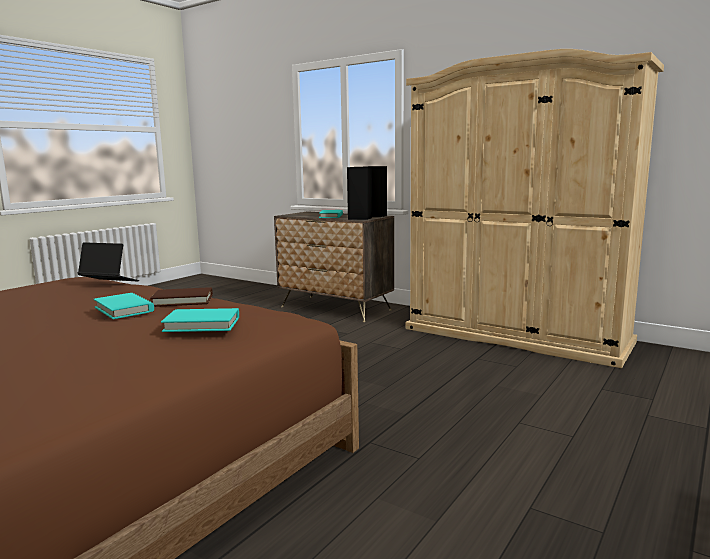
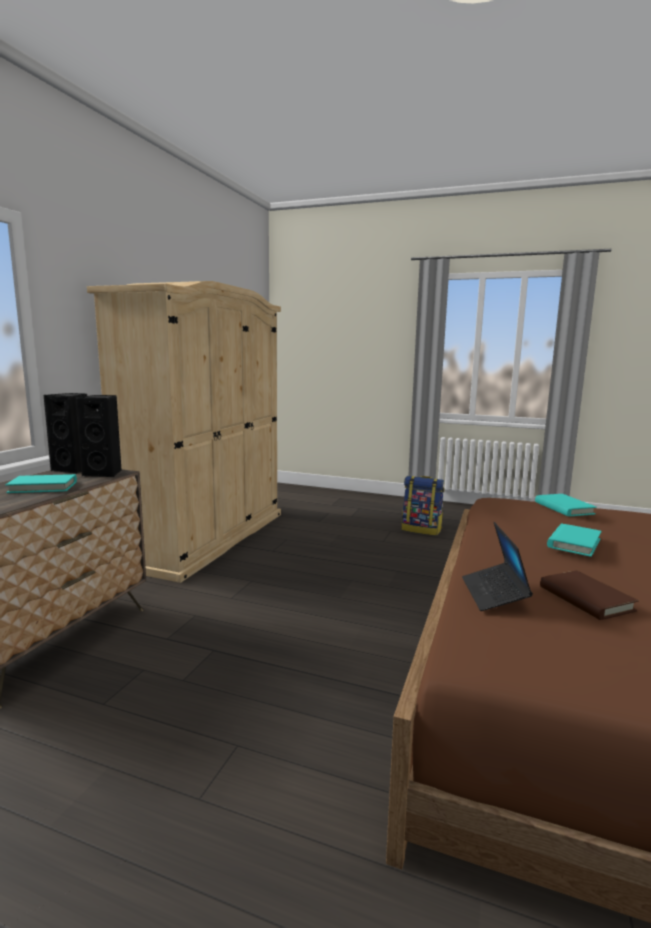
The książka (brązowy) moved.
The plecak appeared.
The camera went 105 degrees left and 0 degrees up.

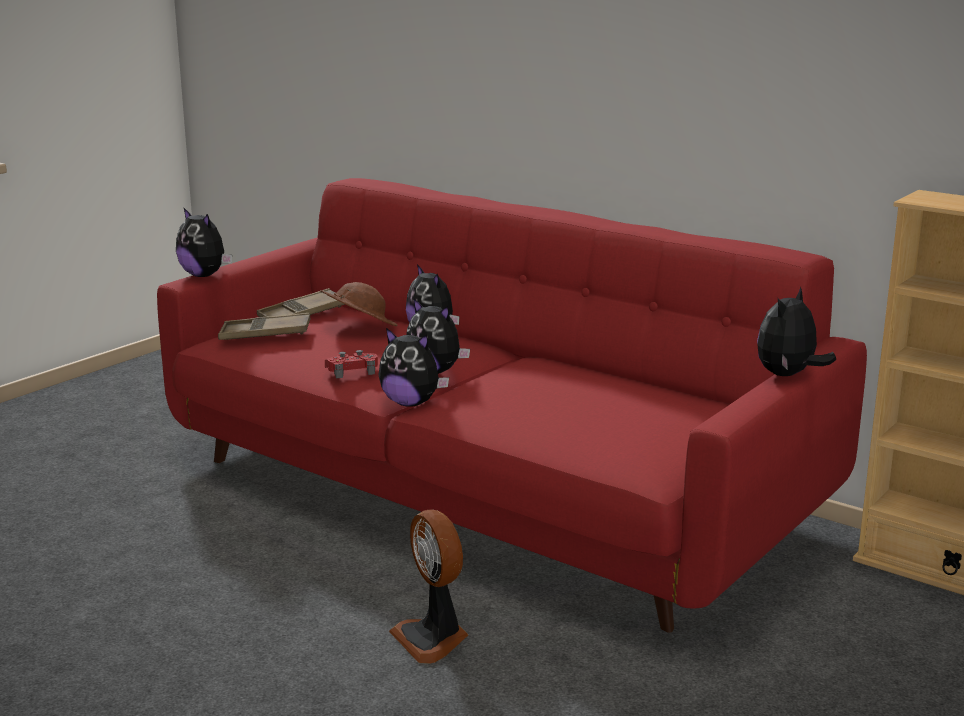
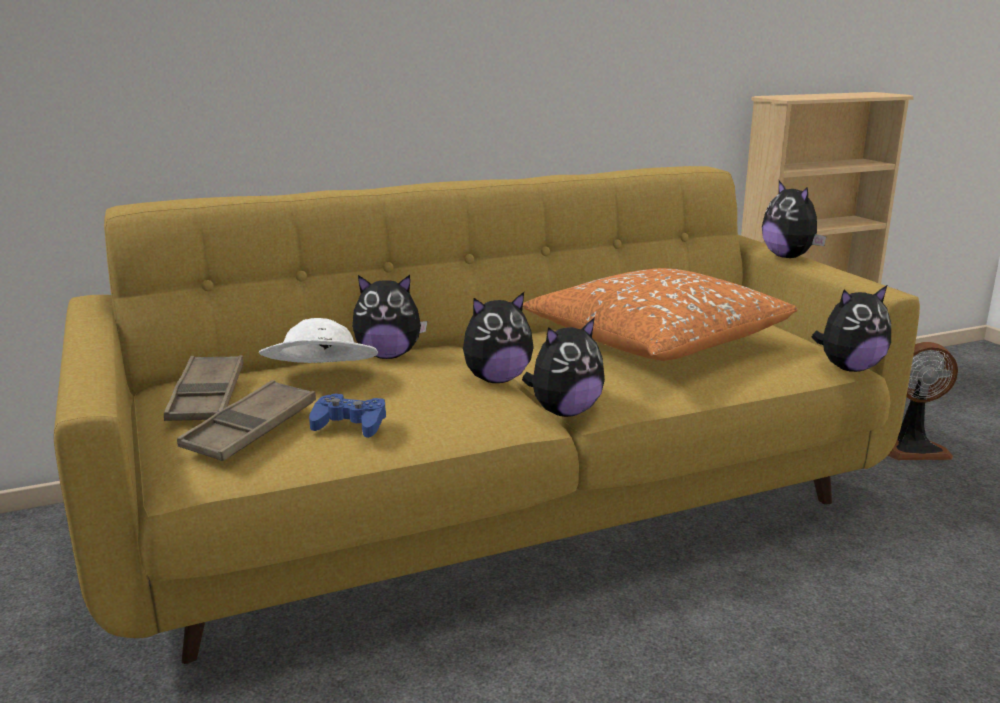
The kanapa (czerwony) became the kanapa (żółty).
The pluszak (no. 1 from left in the first image) moved.
The kapelusz (brązowy) became the kapelusz (biały).
The pad do gier (czerwony) disappeared.
The wentylator moved.
The pad do gier (niebieski) appeared.
The poduszka (pomarańczowy) appeared.
The camera went 60 degrees left and 0 degrees up.

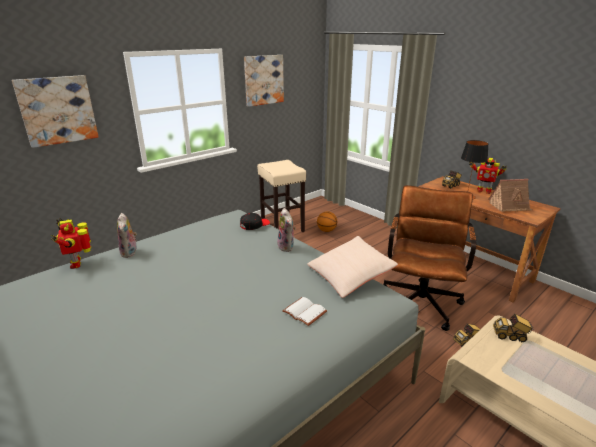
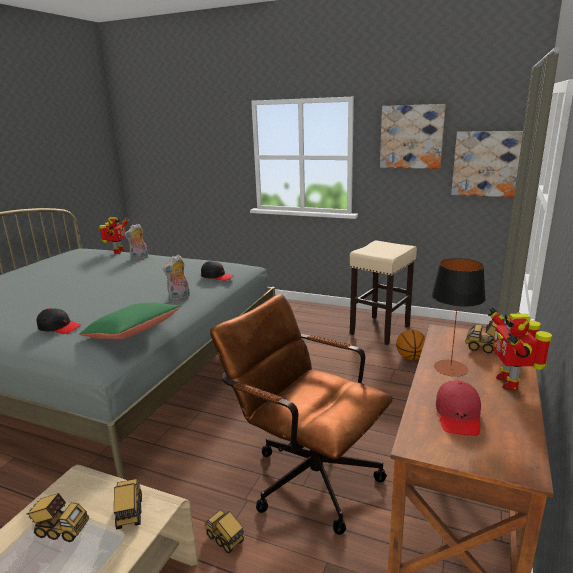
The obraz (no. 1 from left in the first image) moved.
The robot zabawkowy (no. 1 from left) turned 150 degrees clockwise.
The książka (biały) was replaced by the czapka z daszkiem (czarny) (no. 1 from left).
The poduszka (beżowy) became the poduszka (zielony).
The krzesło biurowe (brązowy) turned 135 degrees counterclockwise.
The domek was replaced by the czapka z daszkiem (czerwony).
The ciężarówka zabawkowa (no. 1 from left) appeared.
The camera went 65 degrees right and 5 degrees down.

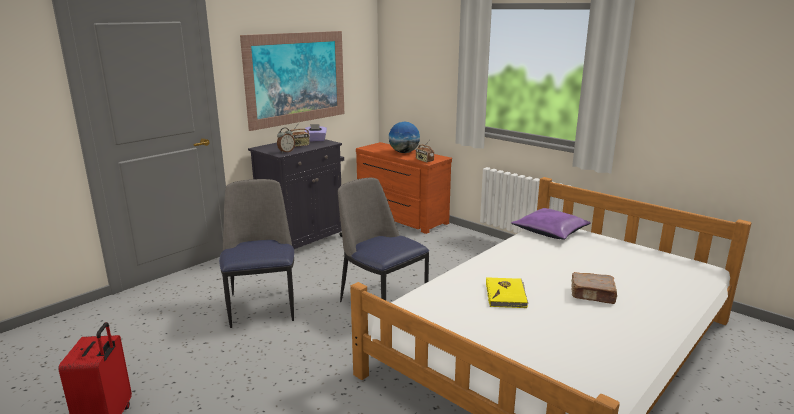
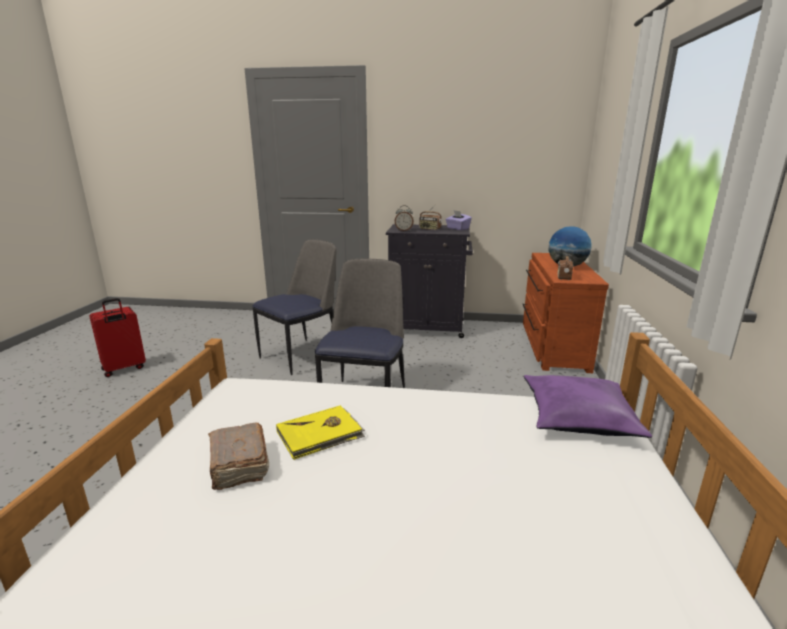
The obraz disappeared.
The książka (brązowy) moved.
The camera went 55 degrees right and 0 degrees up.

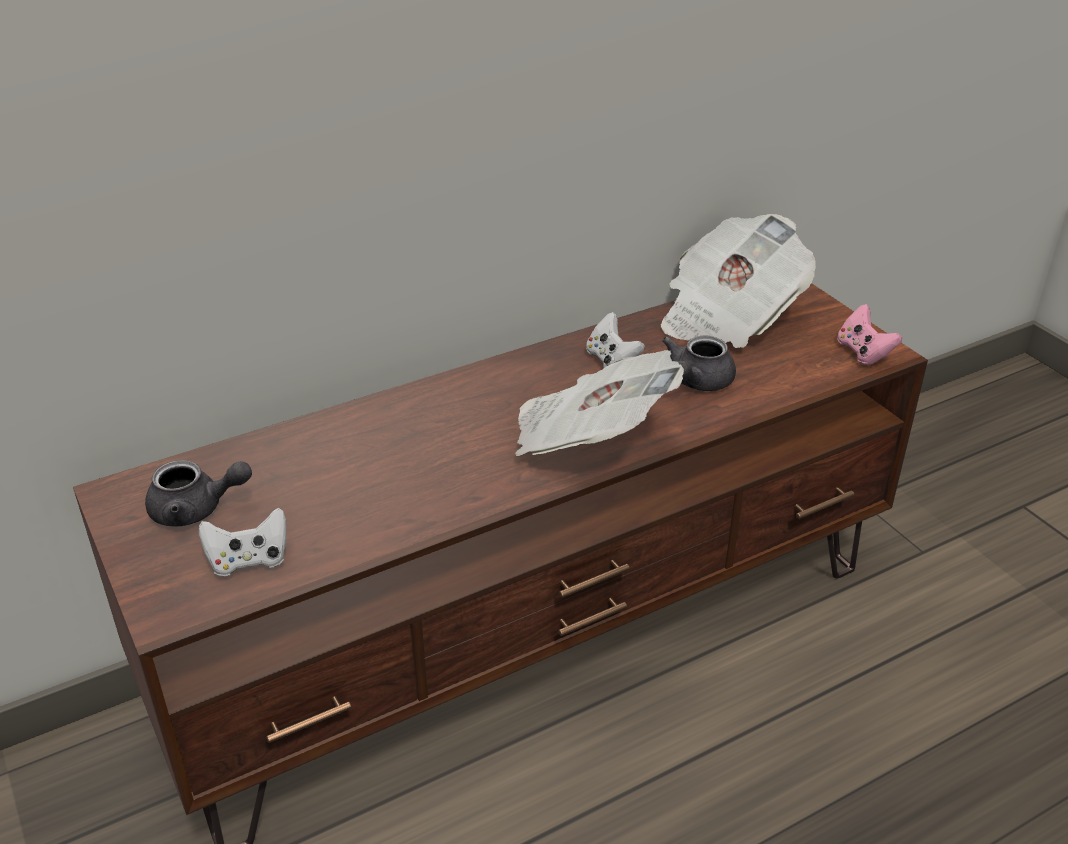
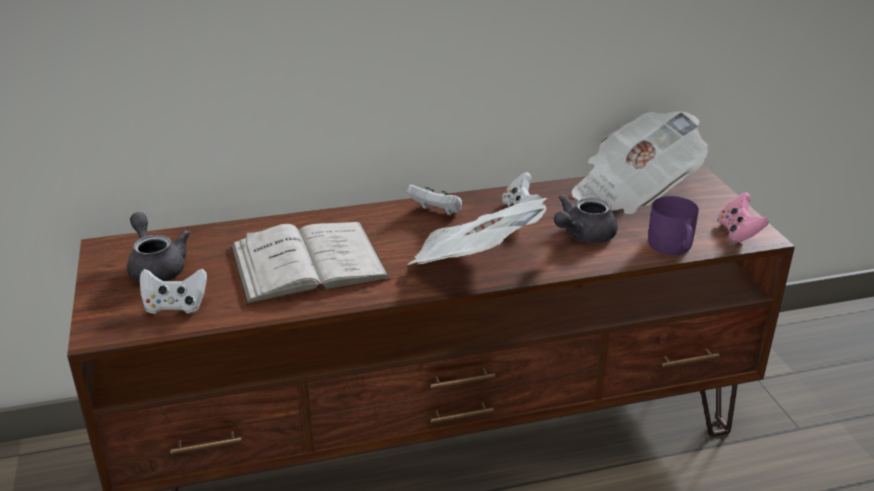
The imbryk (szary) (no. 1 from left) turned 135 degrees counterclockwise.
The książka (biały) appeared.
The pad do gier (biały) (no. 2 from left) appeared.
The kubek (fioletowy) appeared.
The camera went 15 degrees right and 5 degrees down.

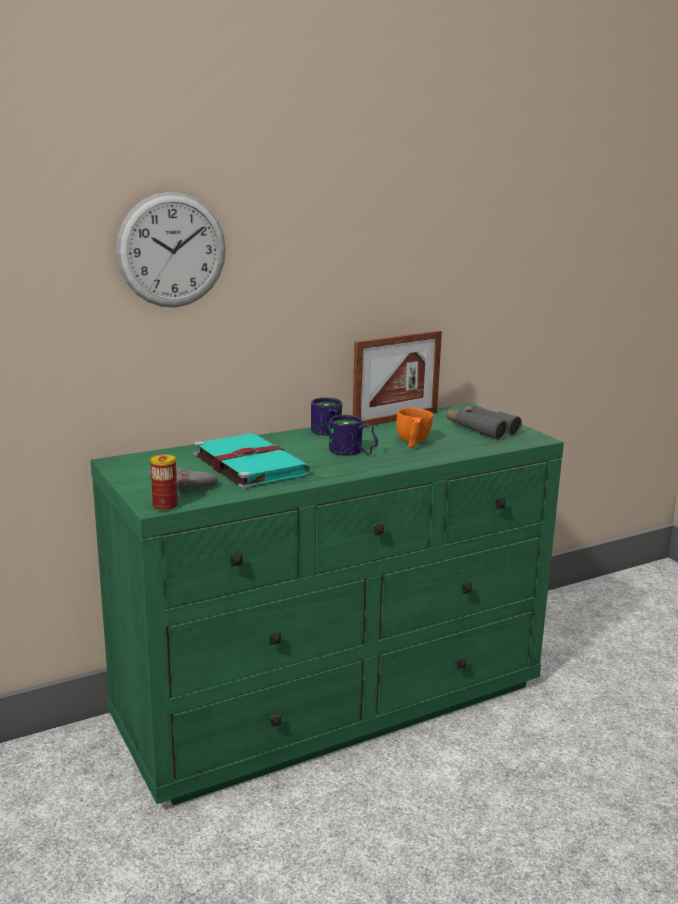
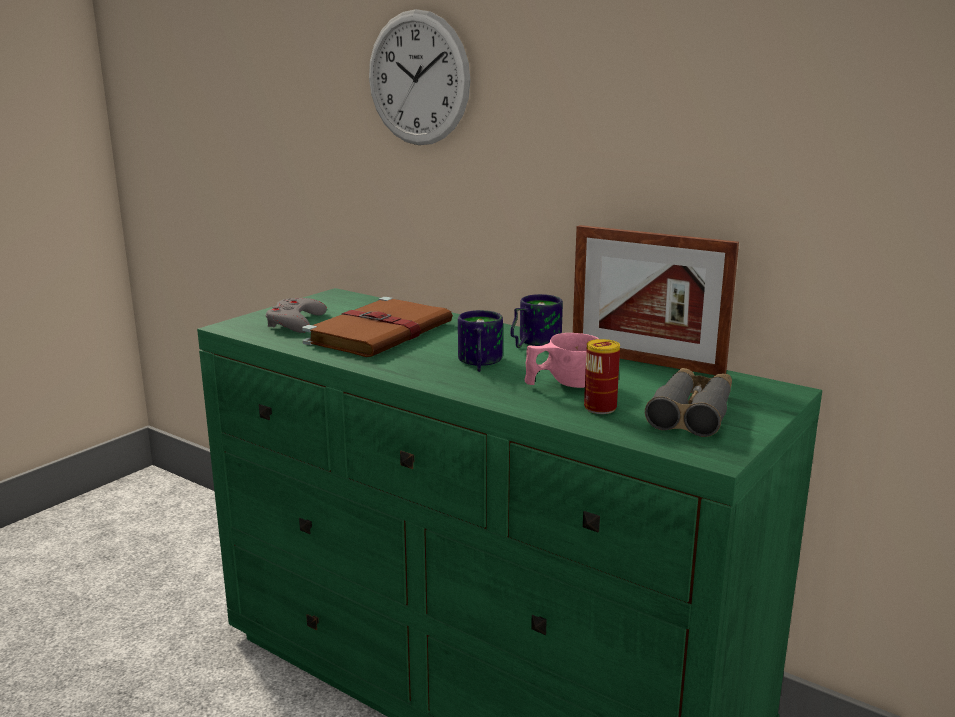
The puszka moved.
The książka (turkusowy) became the książka (brązowy).
The filiżanka (pomarańczowy) became the filiżanka (różowy).
The camera went 65 degrees right and 0 degrees up.

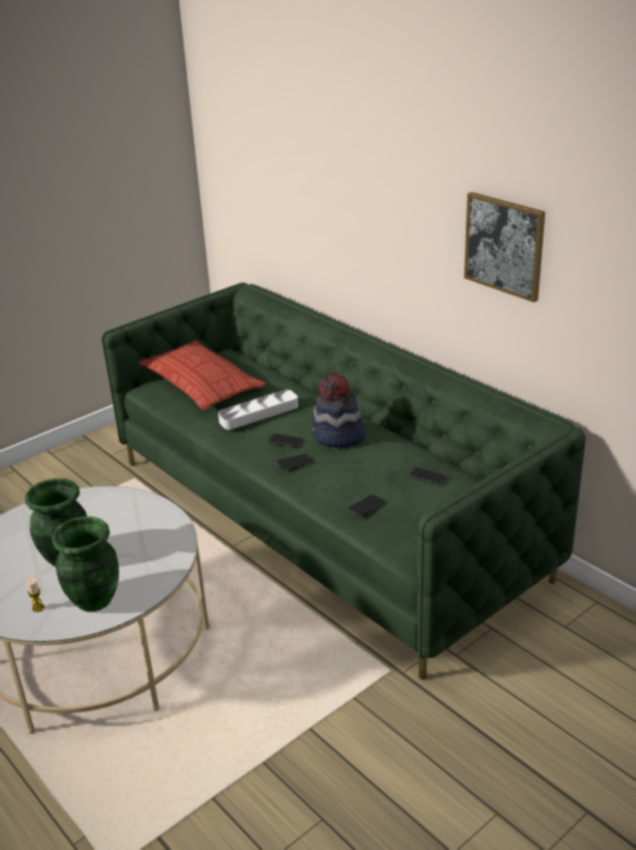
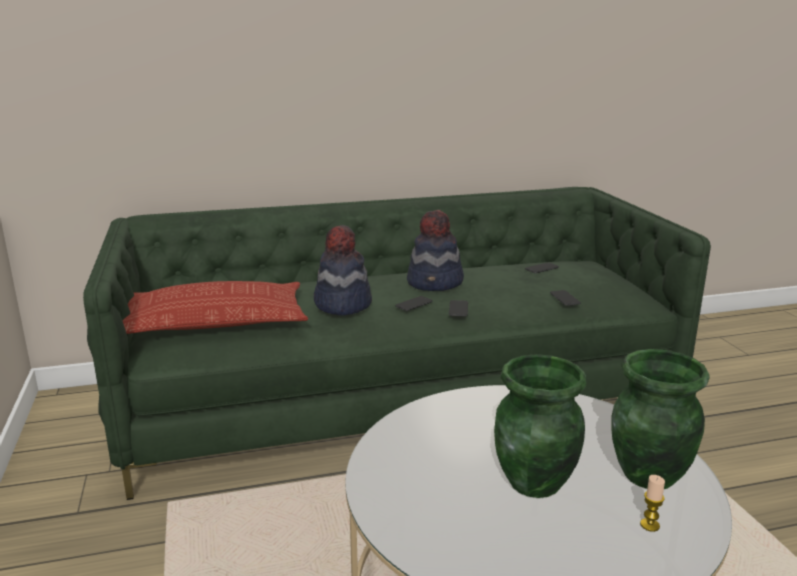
The taca (szary) was replaced by the kapelusz (no. 1 from left).
The obraz disappeared.
The camera went 65 degrees left and 10 degrees down.

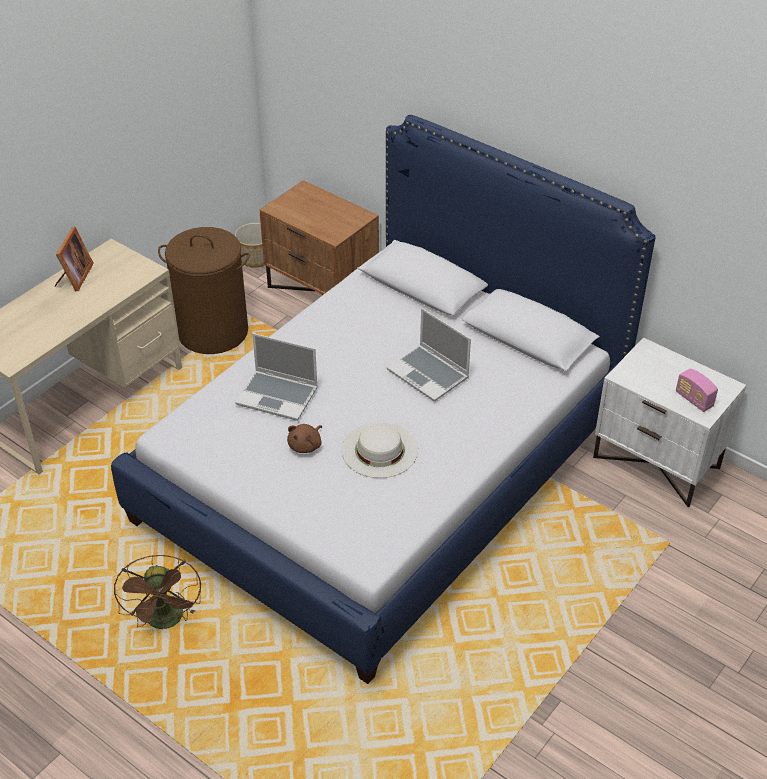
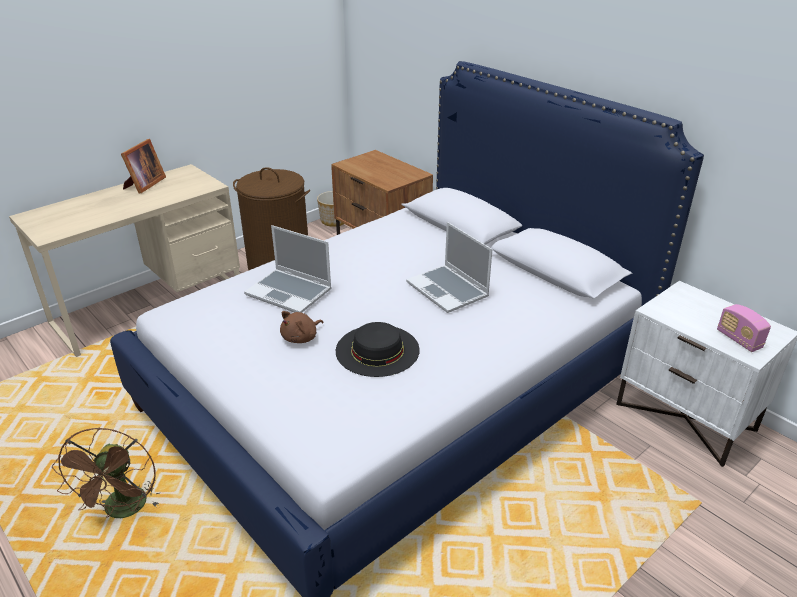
The kapelusz (biały) became the kapelusz (czarny).
The camera went 10 degrees right and 10 degrees down.

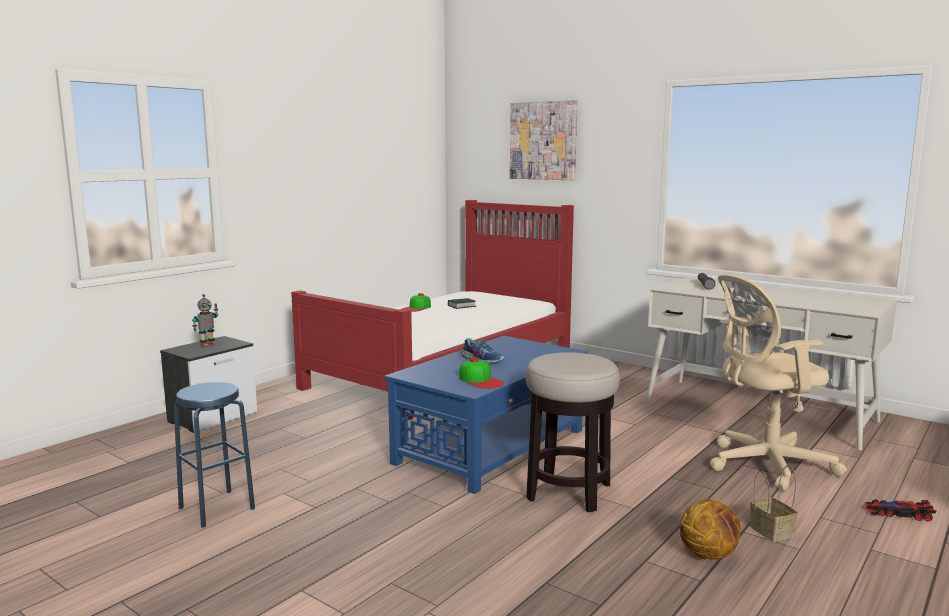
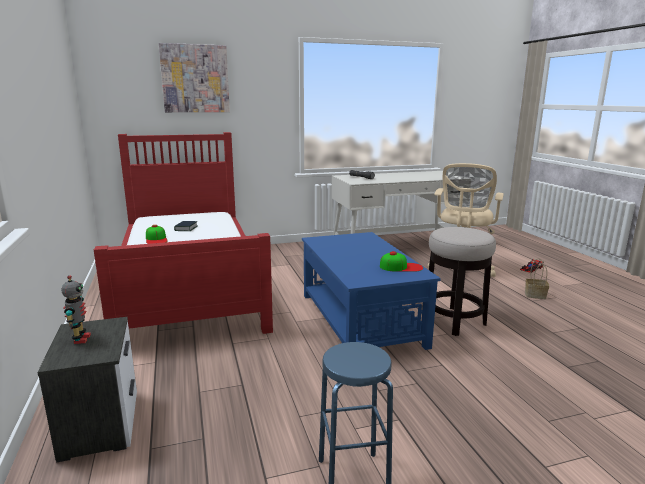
The but disappeared.
The piłka do koszykówki disappeared.
The camera went 55 degrees left and 5 degrees up.

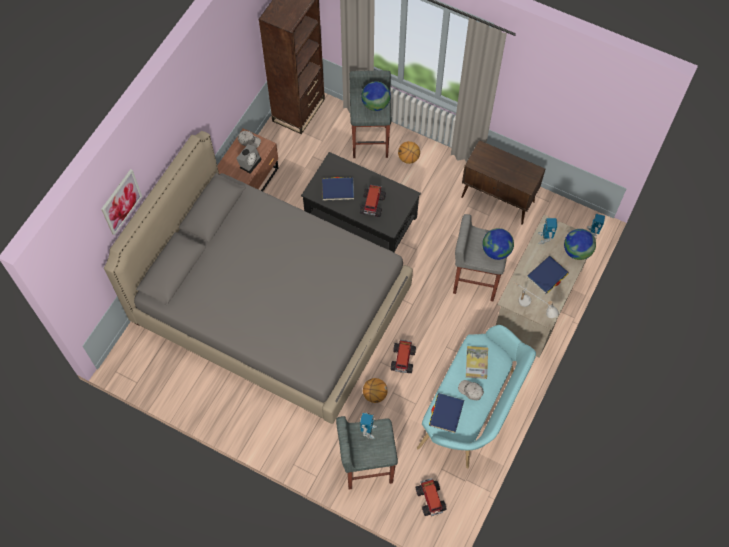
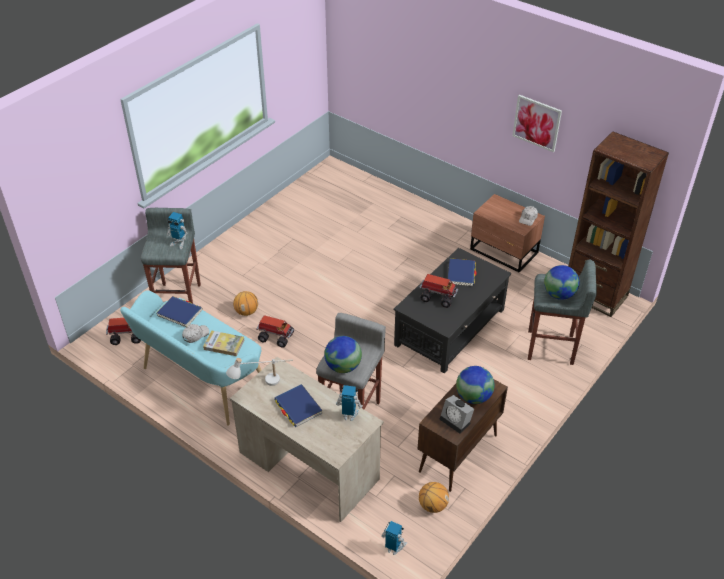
The obraz moved.
The łóżko (szary) disappeared.
The budzik moved.
The piłka do koszykówki (no. 2 from left) moved.
The globus (no. 3 from left in the first image) moved.
The camera went 100 degrees right and 20 degrees down.

